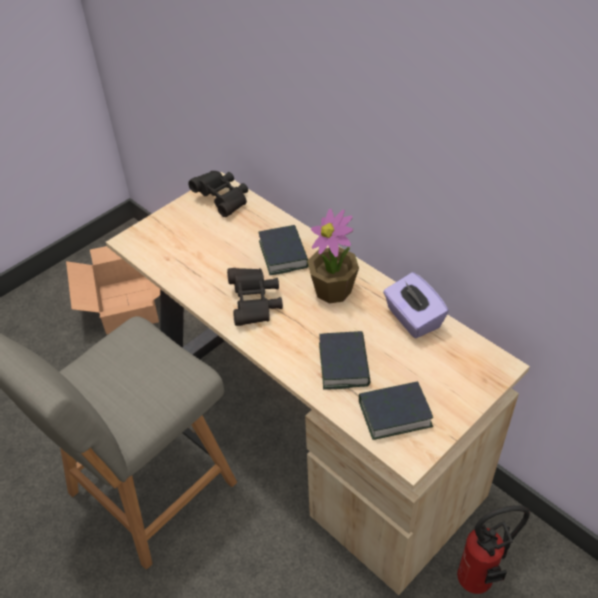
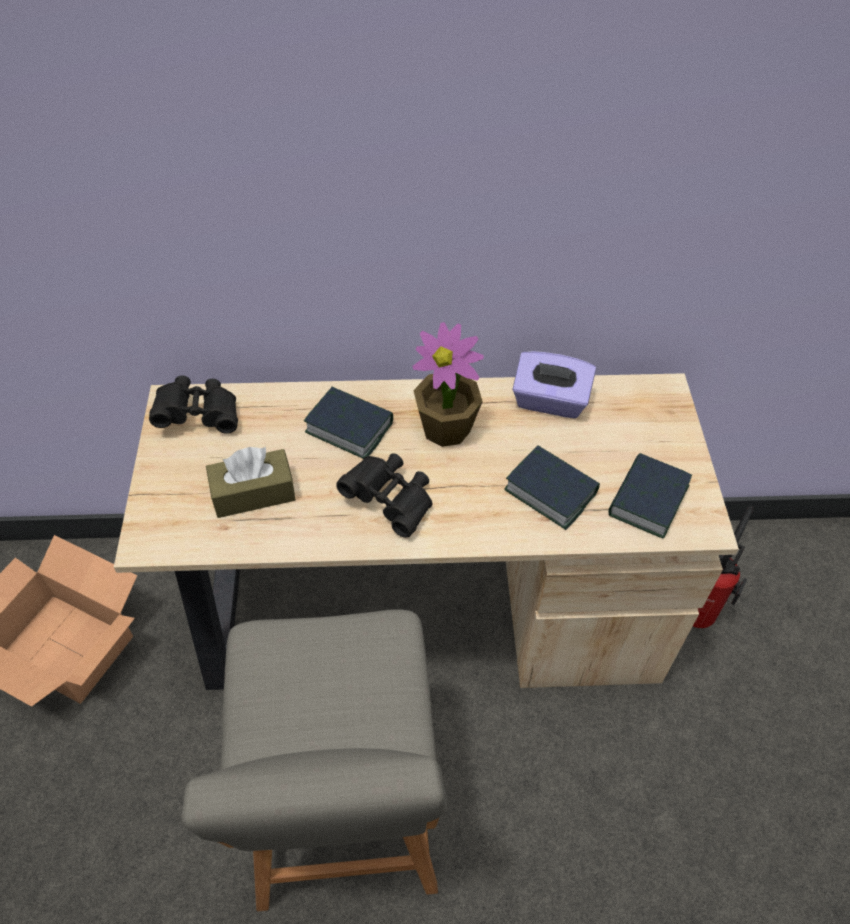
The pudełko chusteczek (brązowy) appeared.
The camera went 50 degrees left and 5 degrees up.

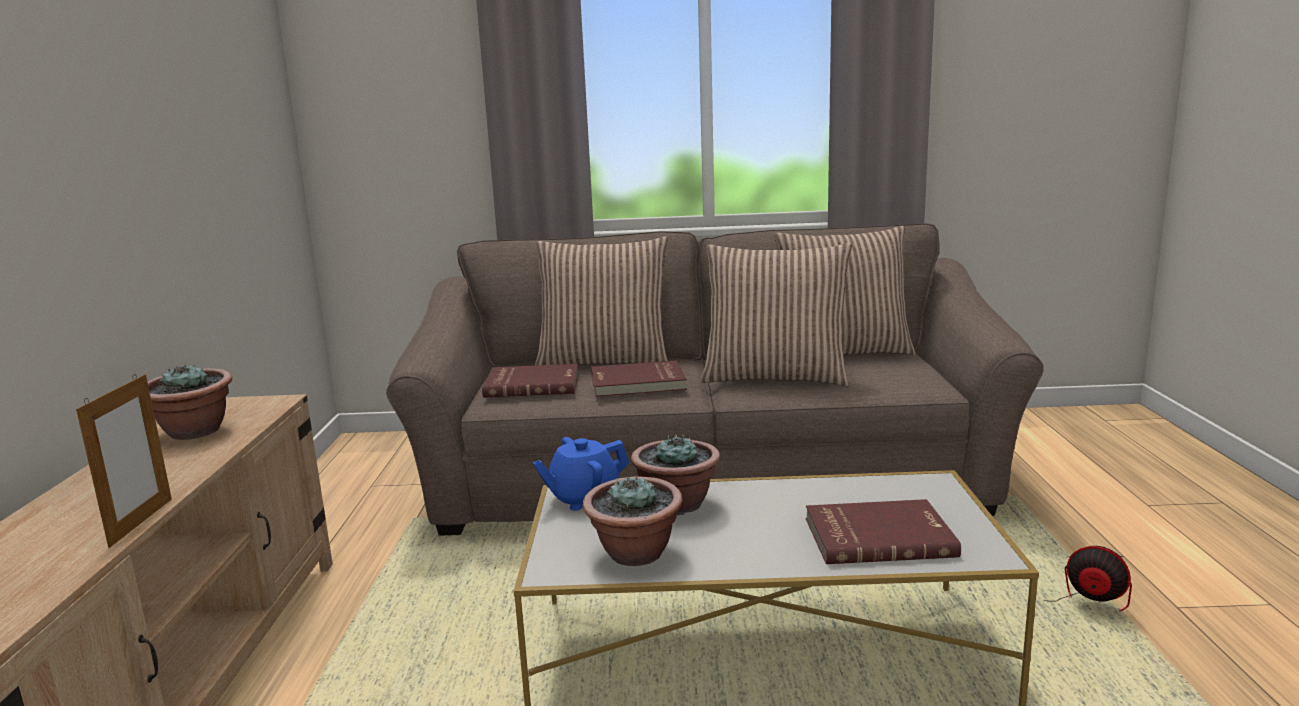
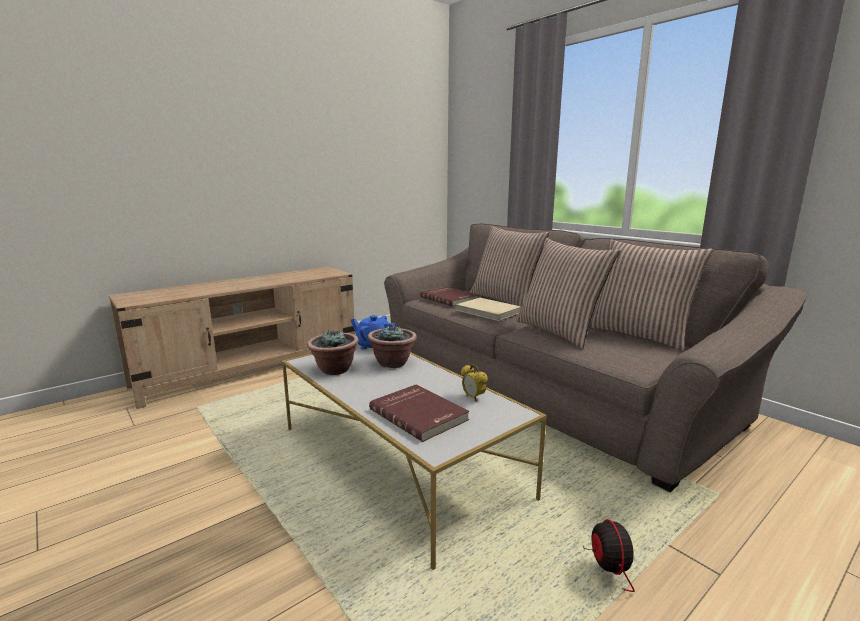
The ramka na zdjęcie disappeared.
The roślina doniczkowa (no. 1 from left) disappeared.
The książka (czerwony) (no. 2 from left) became the książka (beżowy).
The budzik appeared.
The camera went 50 degrees right and 0 degrees up.

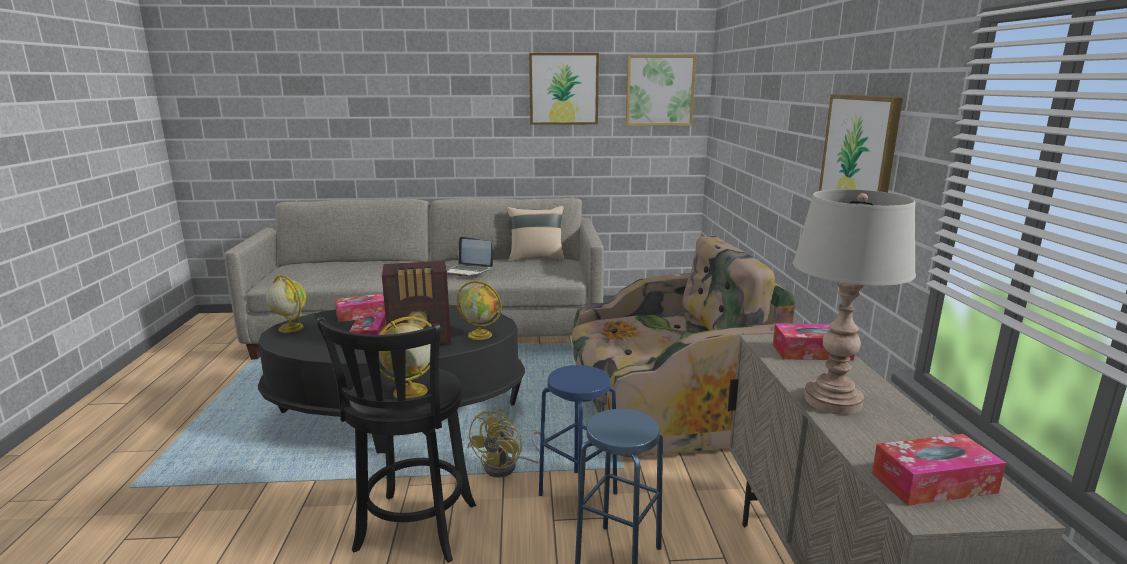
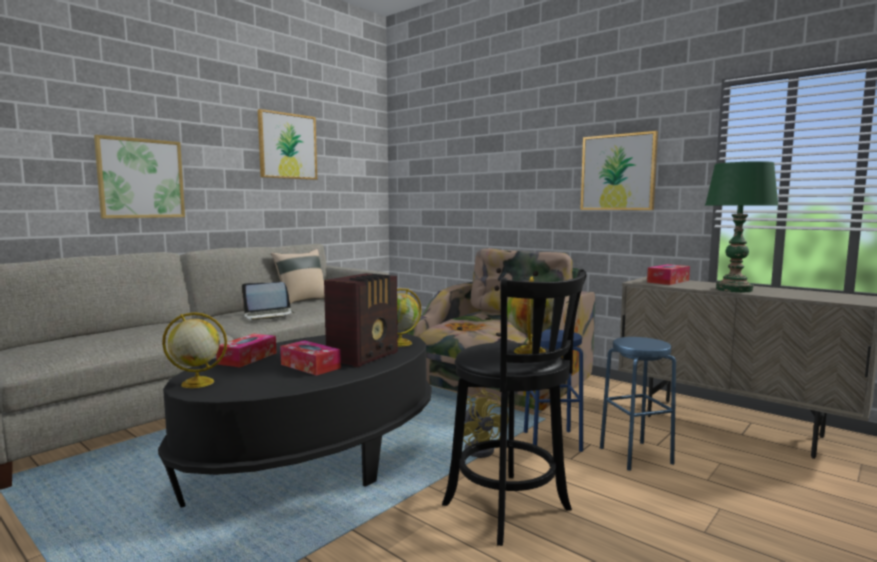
The obraz (no. 2 from left in the first image) moved.
The lampa stołowa (szary) became the lampa stołowa (zielony).
The pudełko chusteczek (no. 4 from left) disappeared.
The camera went 45 degrees left and 10 degrees down.

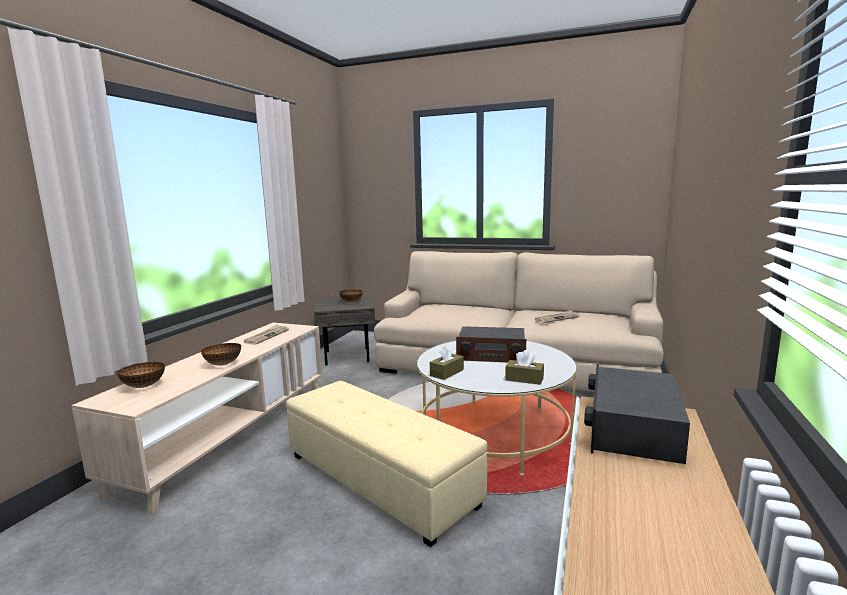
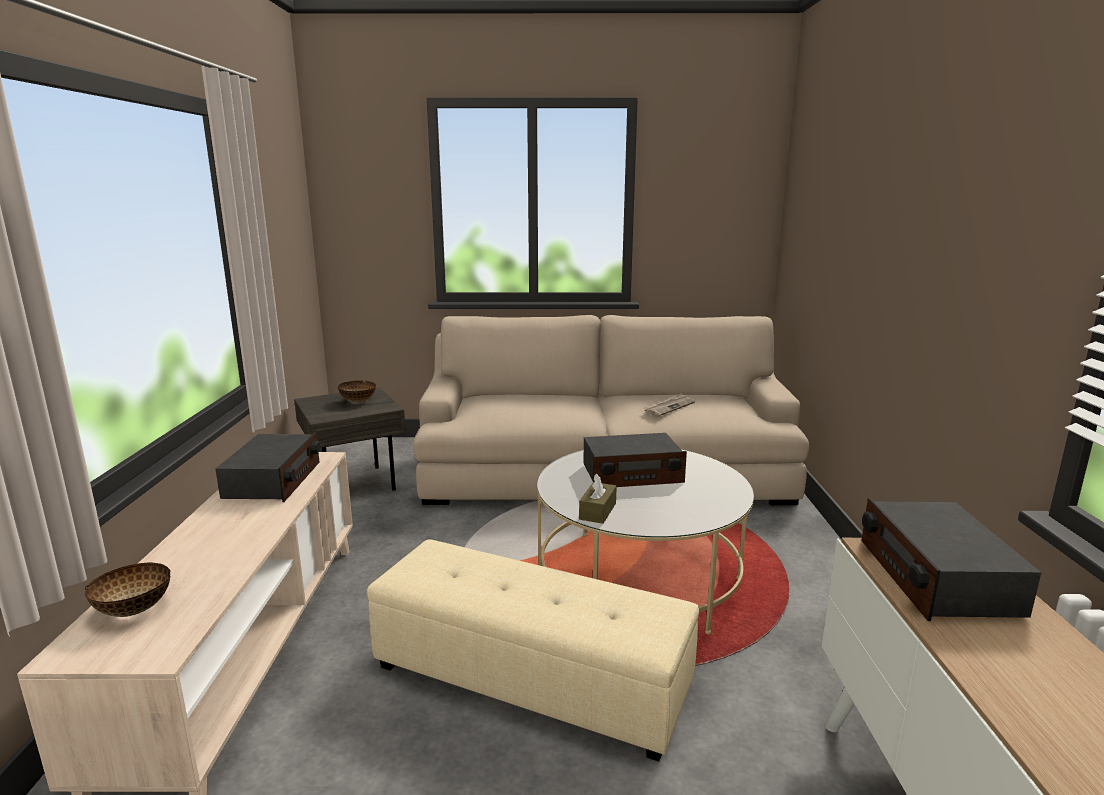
The miska (no. 2 from left) disappeared.
The gazeta (no. 1 from left) was replaced by the radio (no. 1 from left).
The pudełko chusteczek (brązowy) (no. 2 from left) disappeared.
The camera went 20 degrees left and 5 degrees up.

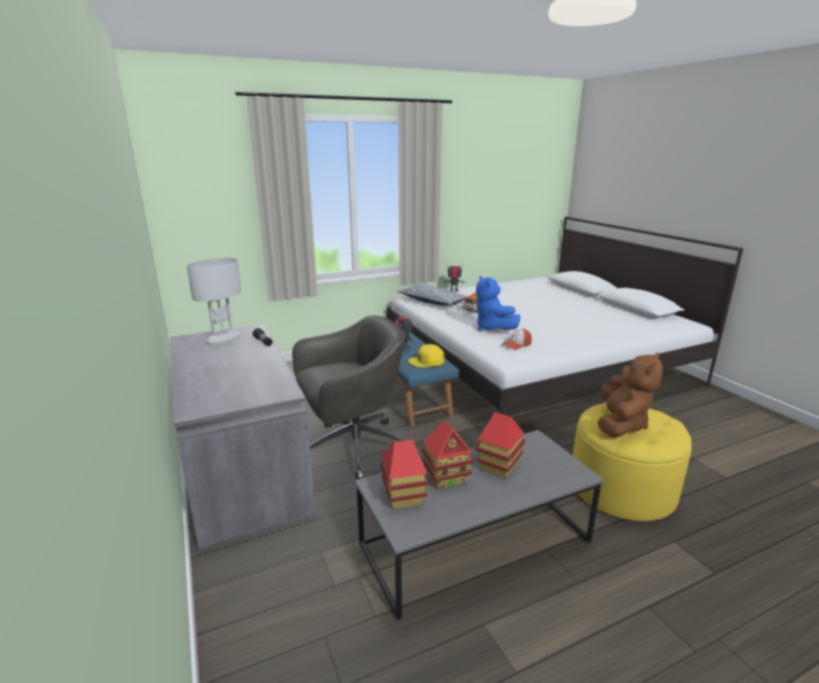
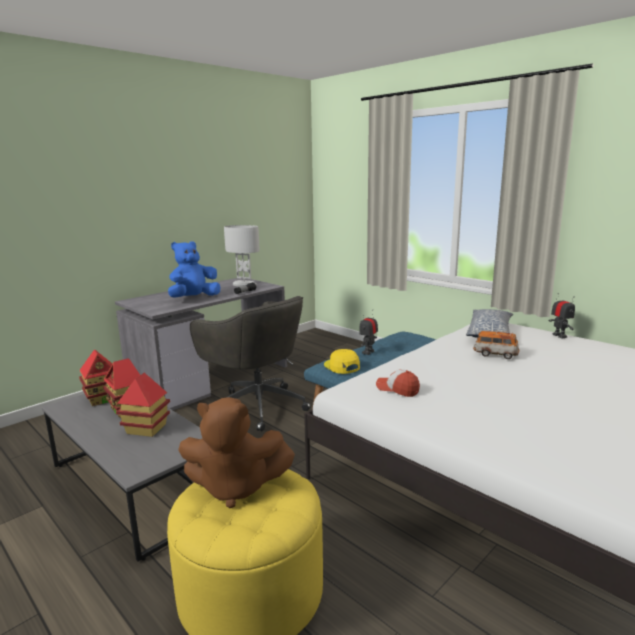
The pluszak (niebieski) moved.
The camera went 70 degrees right and 5 degrees down.

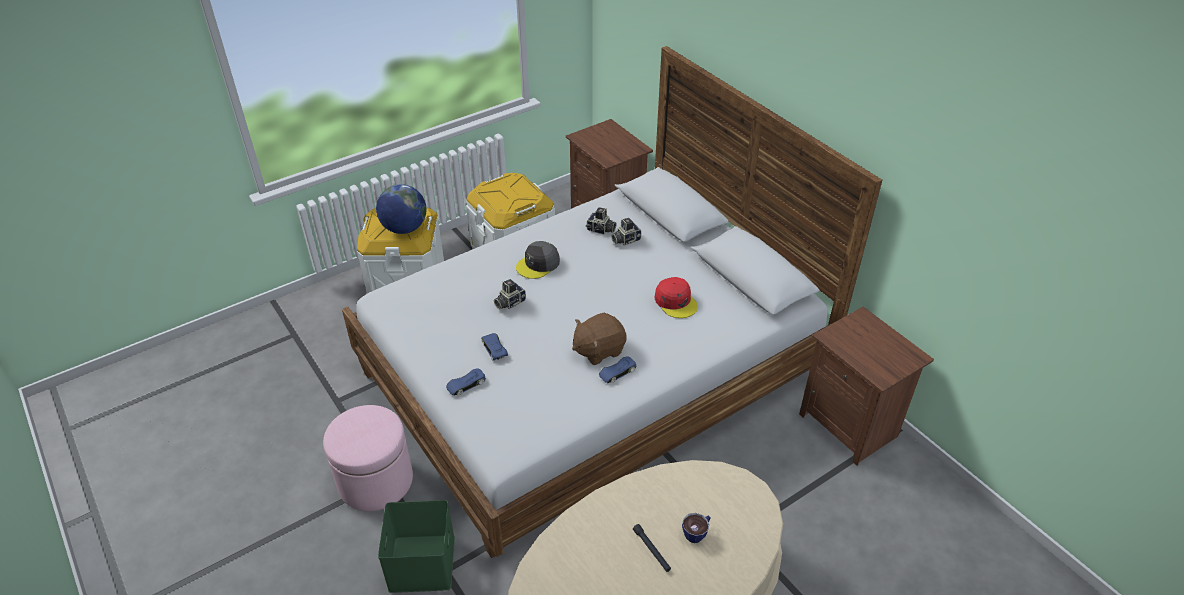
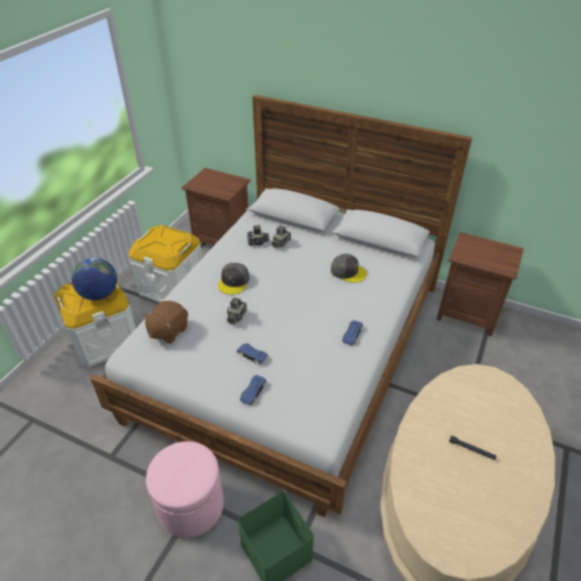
The pluszak (brązowy) moved.
The czapka z daszkiem (czerwony) became the czapka z daszkiem (szary) (no. 2 from left).
The filiżanka disappeared.
The camera went 30 degrees left and 0 degrees up.

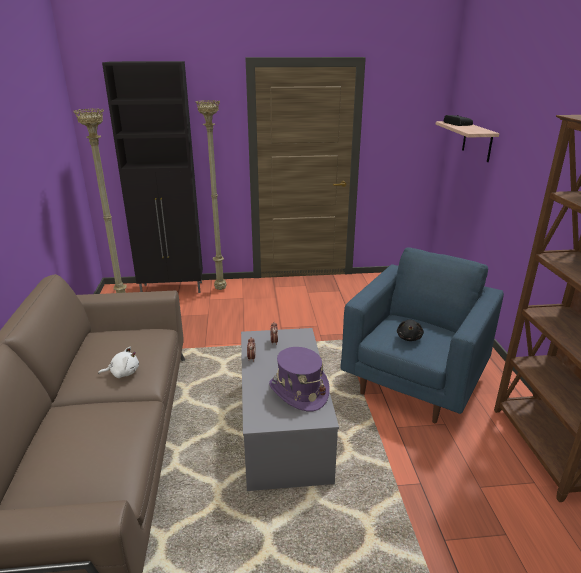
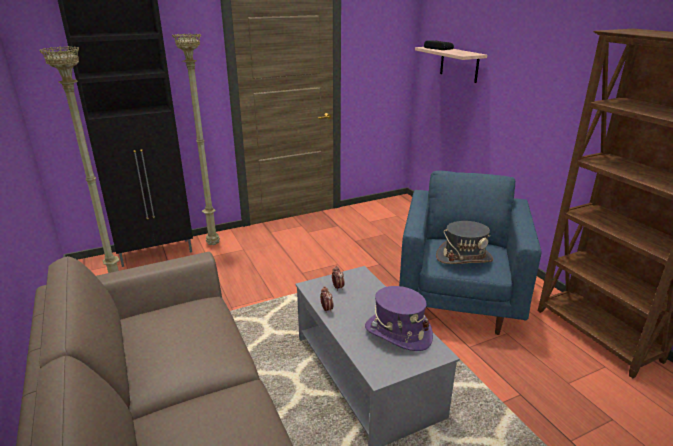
The pluszak (biały) disappeared.
The pluszak (czarny) was replaced by the kapelusz (szary).
The camera went 20 degrees left and 0 degrees up.

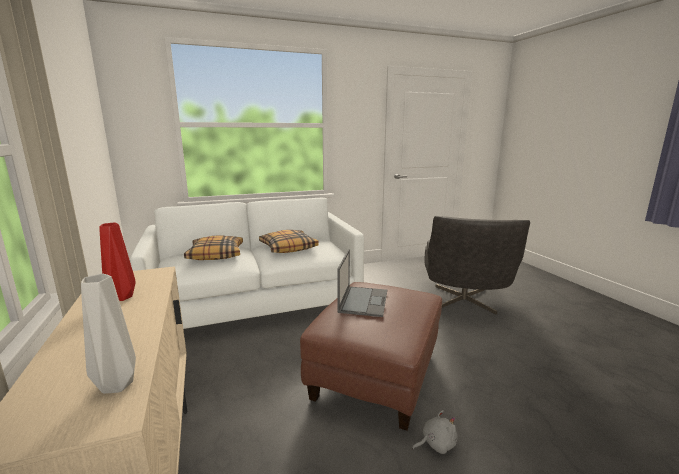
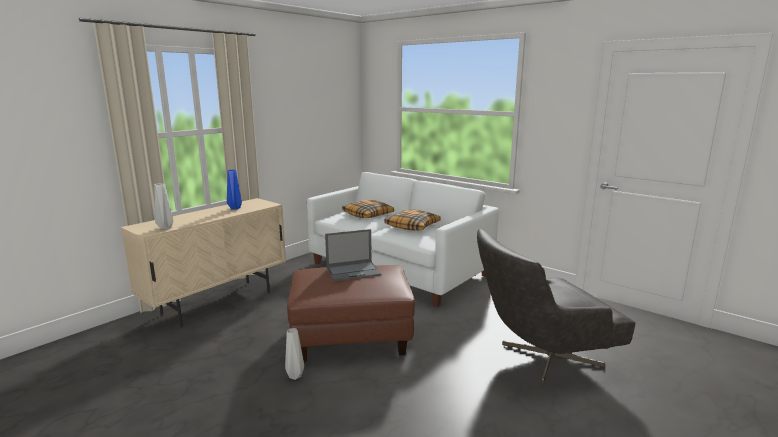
The wazon (czerwony) became the wazon (niebieski).
The pluszak (szary) was replaced by the wazon (szary) (no. 2 from left).
The camera went 60 degrees right and 0 degrees up.

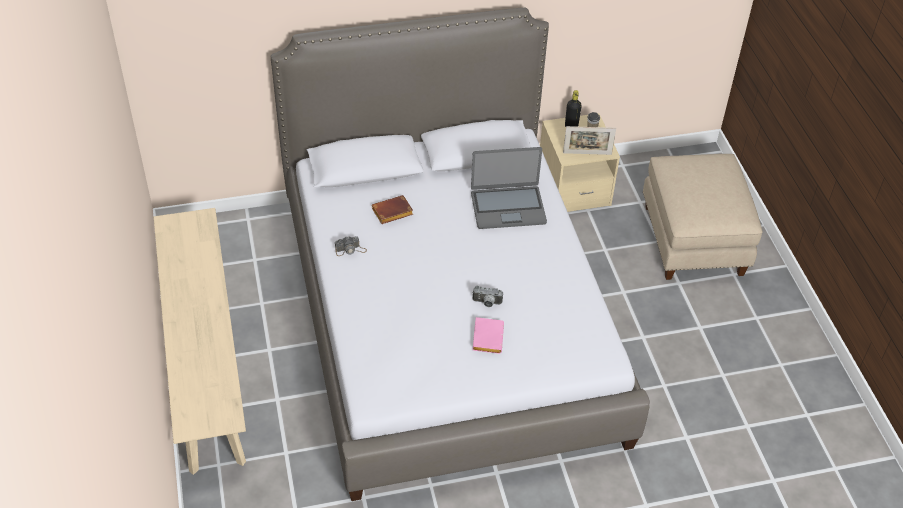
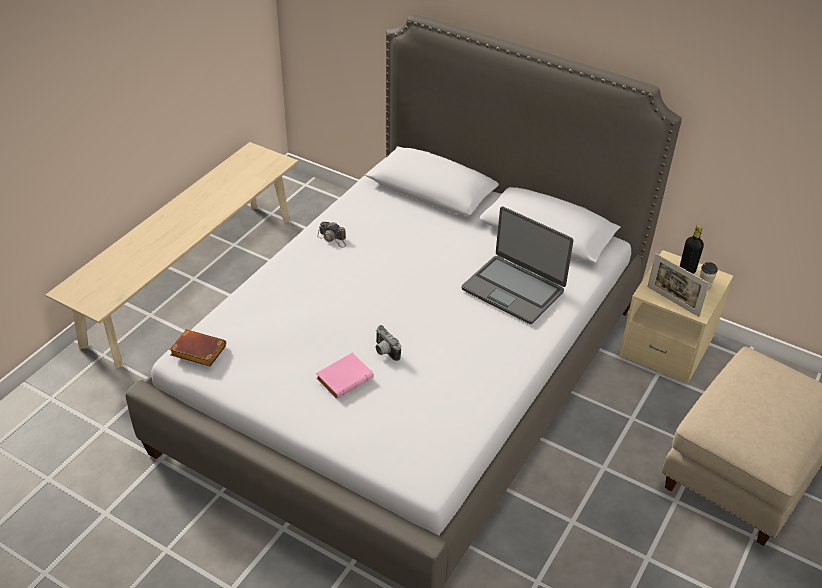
The książka (brązowy) moved.
The camera went 45 degrees right and 5 degrees down.

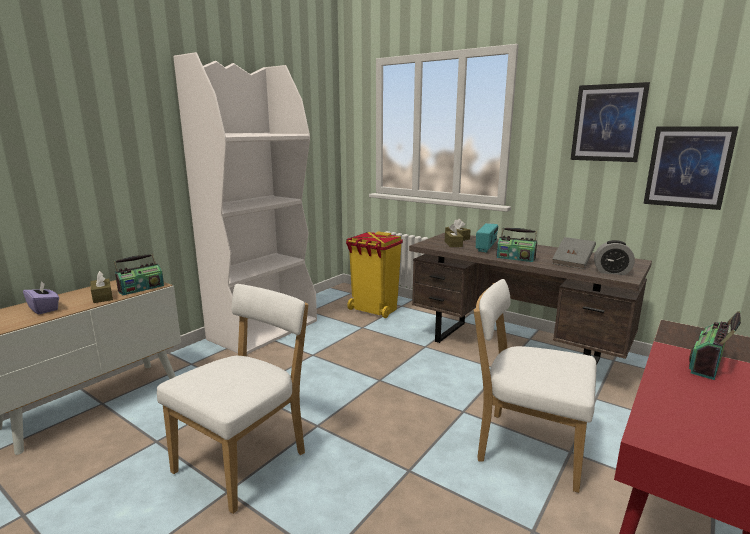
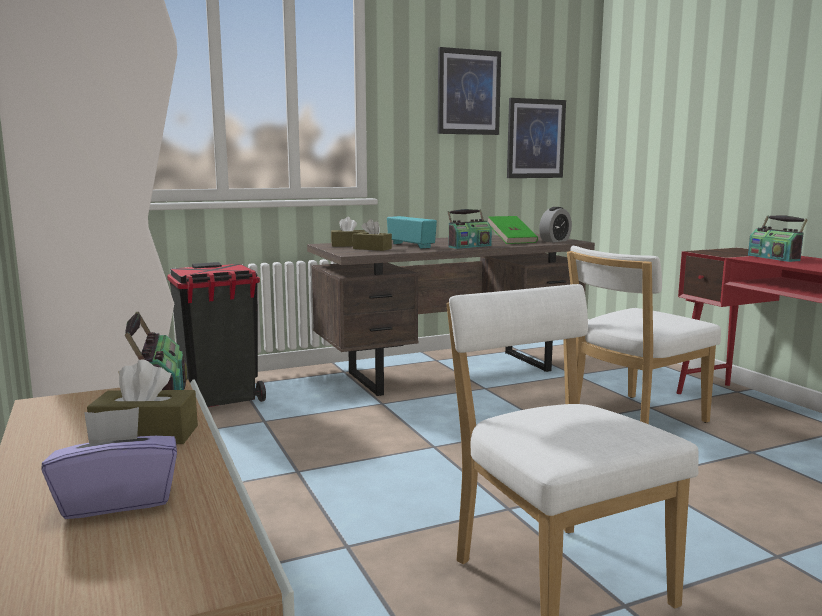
The kosz na śmieci (żółty) became the kosz na śmieci (czarny).
The książka (szary) became the książka (zielony).
The camera went 60 degrees left and 5 degrees down.

